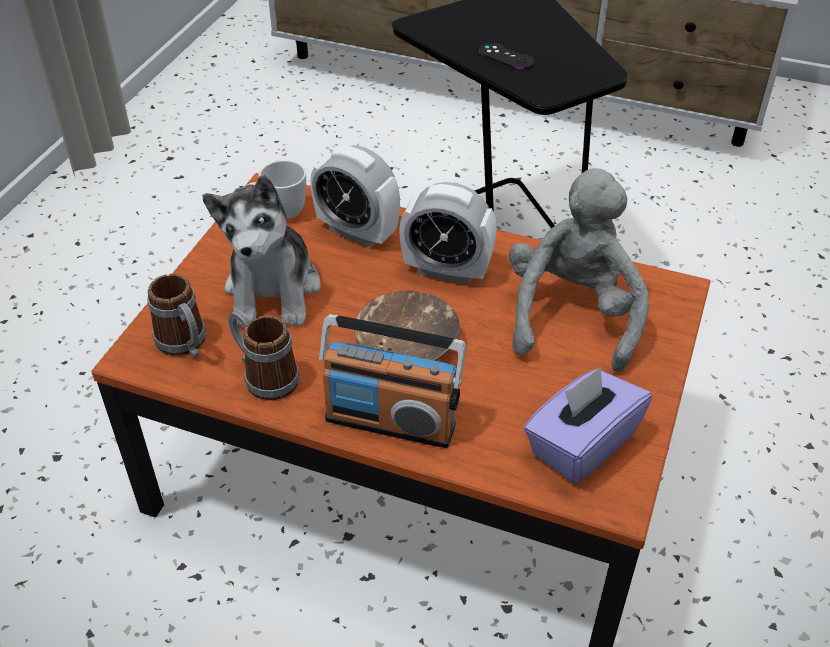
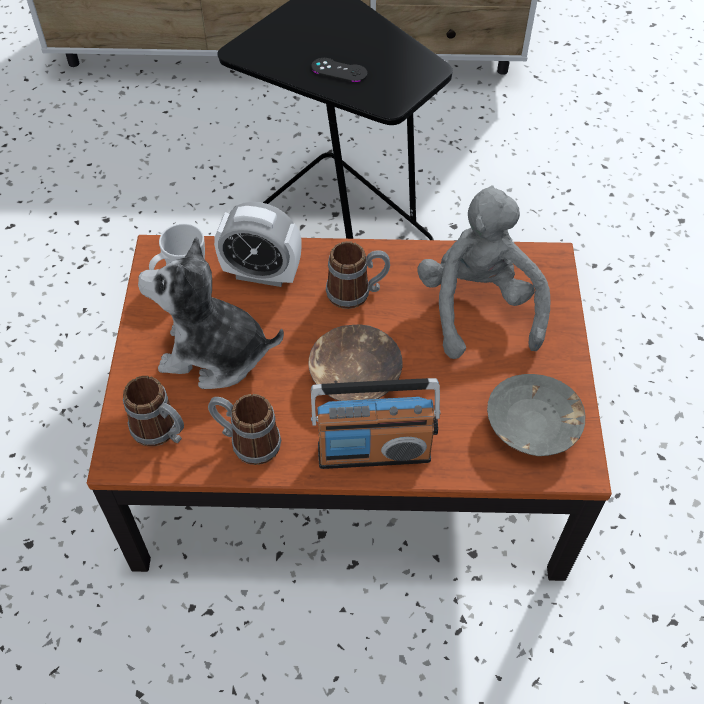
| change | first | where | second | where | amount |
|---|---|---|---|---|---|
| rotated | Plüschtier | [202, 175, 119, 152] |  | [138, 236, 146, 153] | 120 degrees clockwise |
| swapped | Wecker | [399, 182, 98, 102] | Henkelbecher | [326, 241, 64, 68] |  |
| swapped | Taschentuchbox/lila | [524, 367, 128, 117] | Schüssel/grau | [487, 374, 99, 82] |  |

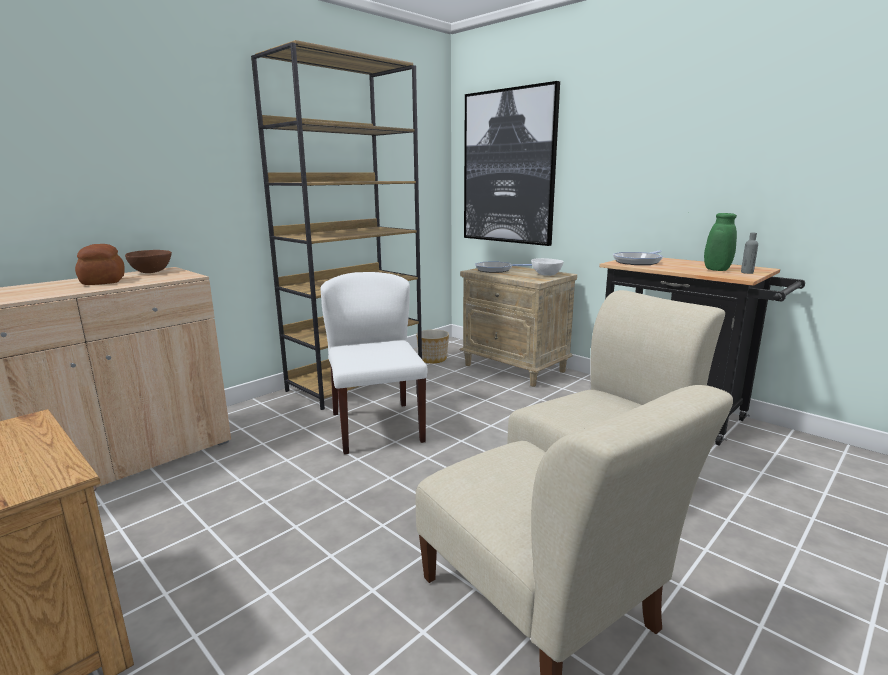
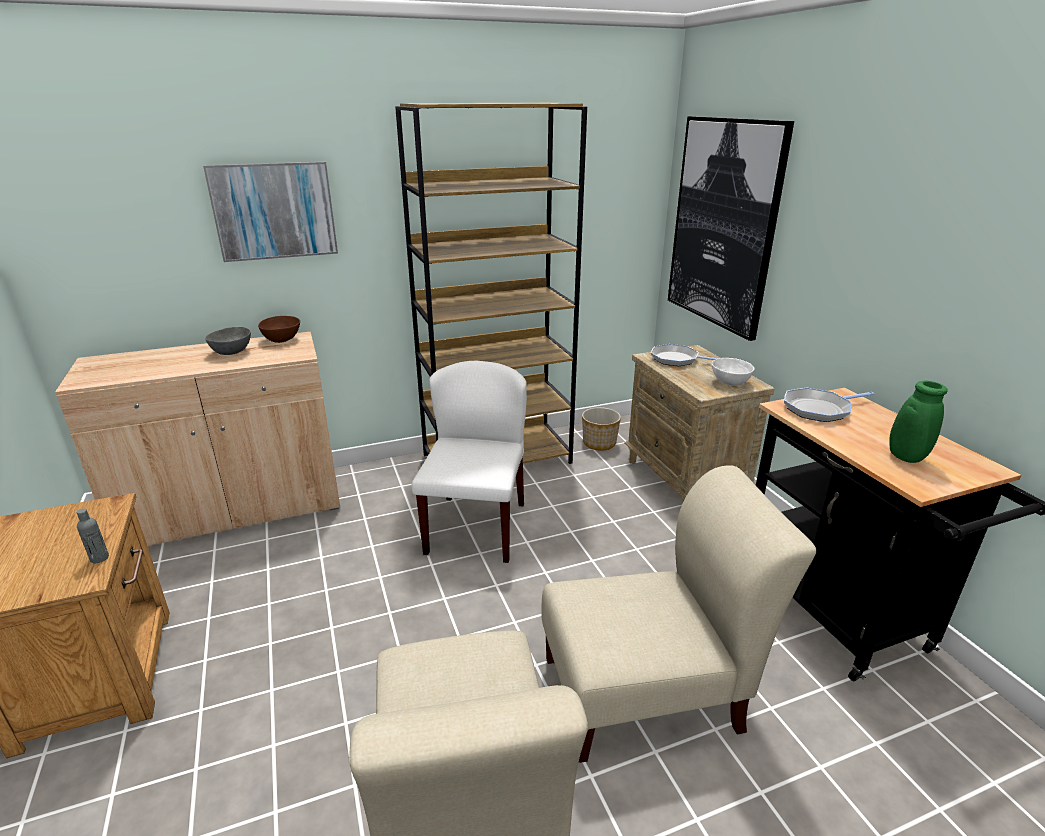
| change | first | where | second | where | amount |
|---|---|---|---|---|---|
| shifted | Flasche/grau | [741, 233, 17, 41] |  | [77, 508, 32, 55] |  |
| new |  |  | Bild | [203, 161, 135, 101] |  |
| swapped | Brot | [75, 244, 50, 41] | Schüssel/grau | [205, 327, 46, 28] |  |

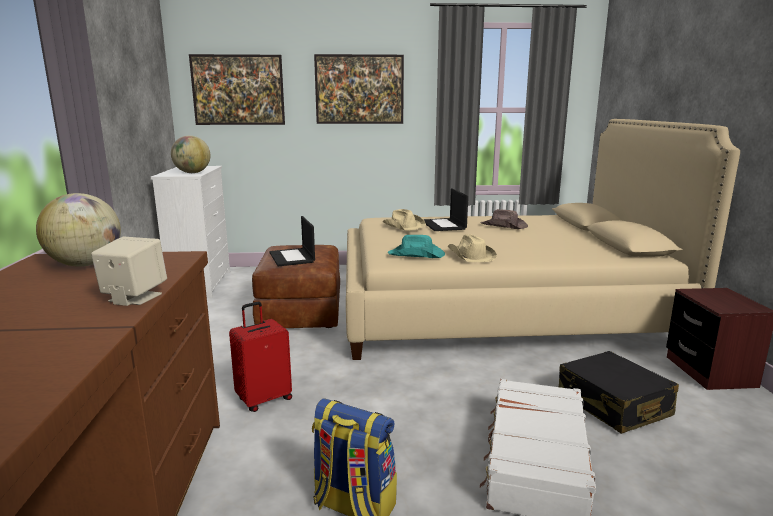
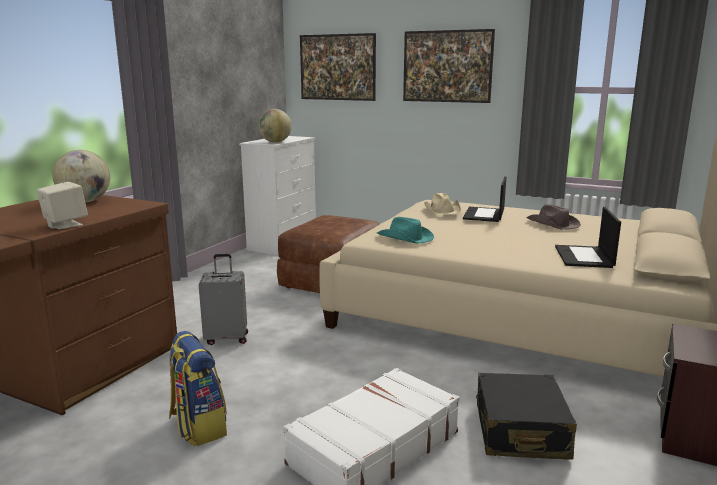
| change | first | where | second | where | amount |
|---|---|---|---|---|---|
| repainted | Koffer/rot | [229, 302, 63, 110] | Koffer/grau | [199, 254, 49, 91] |  |
| shifted | Laptop | [269, 216, 46, 50] |  | [555, 207, 66, 61] |  |
| gone | Hut/beige | [448, 234, 49, 28] |  |  |  |

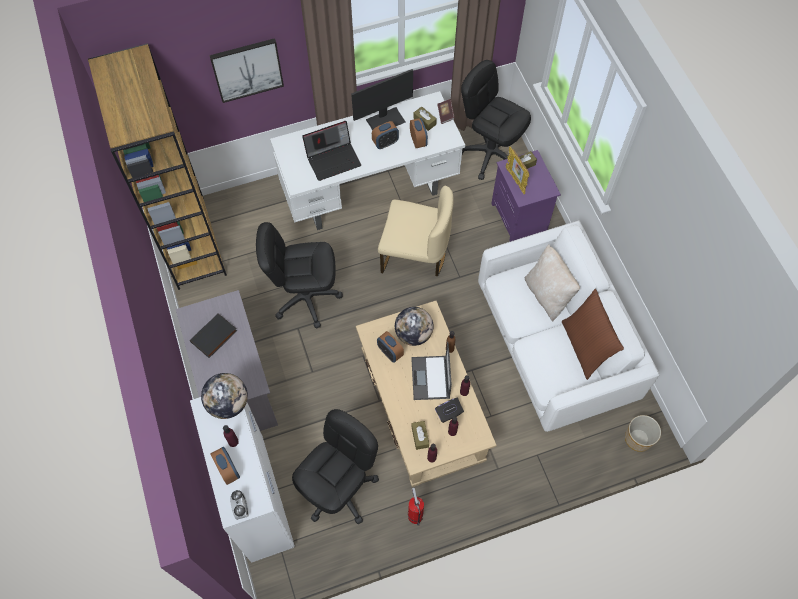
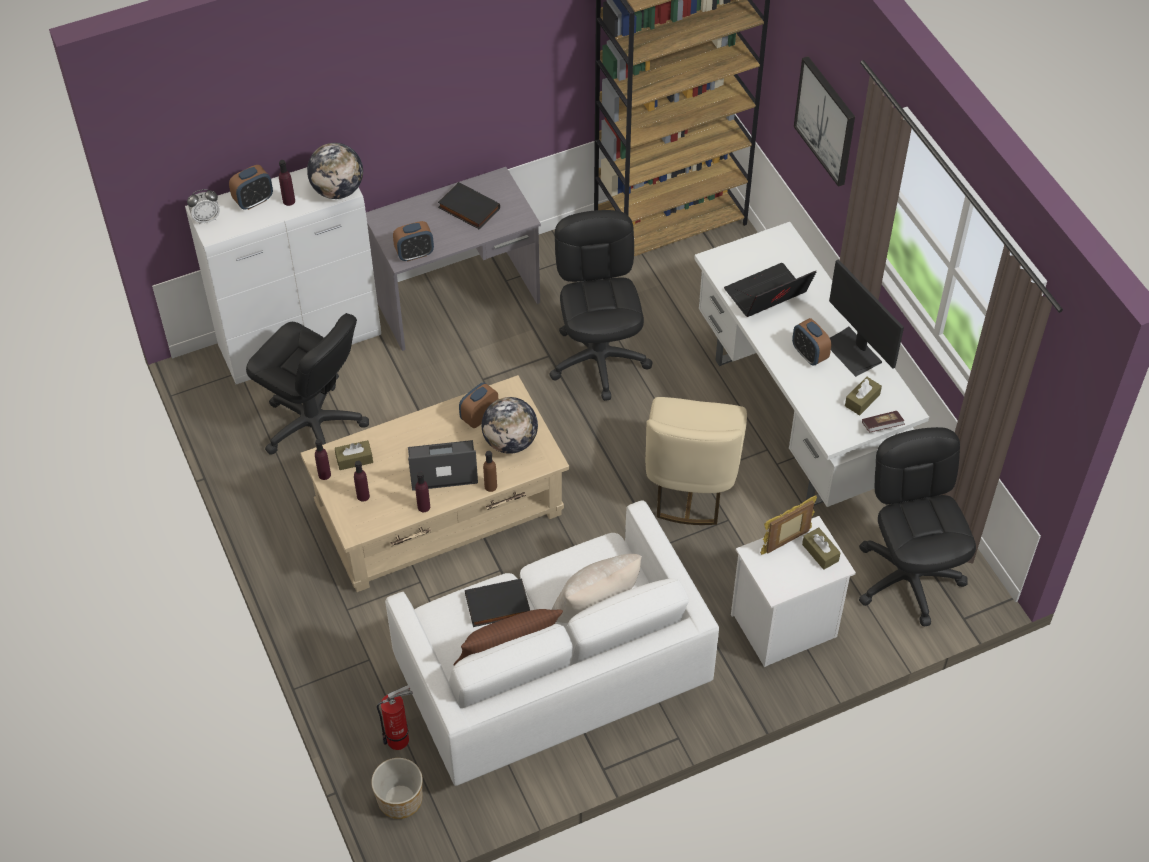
| change | first | where | second | where | amount |
|---|---|---|---|---|---|
| shifted | Feuerlöscher | [408, 488, 16, 38] |  | [377, 685, 36, 65] |  |
| shifted | Wecker | [410, 118, 18, 30] |  | [393, 221, 41, 41] |  |
| new |  |  | Buch/schwarz | [465, 578, 65, 49] |  |
| rotated | Laptop | [302, 121, 59, 60] |  | [724, 263, 92, 54] | 90 degrees clockwise |
| repainted | Nachttisch/lila | [491, 150, 70, 92] | Nachttisch/weiß | [731, 516, 125, 151] |  |
| rotated | Bürostuhl/schwarz | [461, 60, 70, 120] |  | [859, 427, 117, 200] | 45 degrees counterclockwise |
| gone | Taschentuchbox/schwarz | [435, 398, 29, 25] |  |  |  |

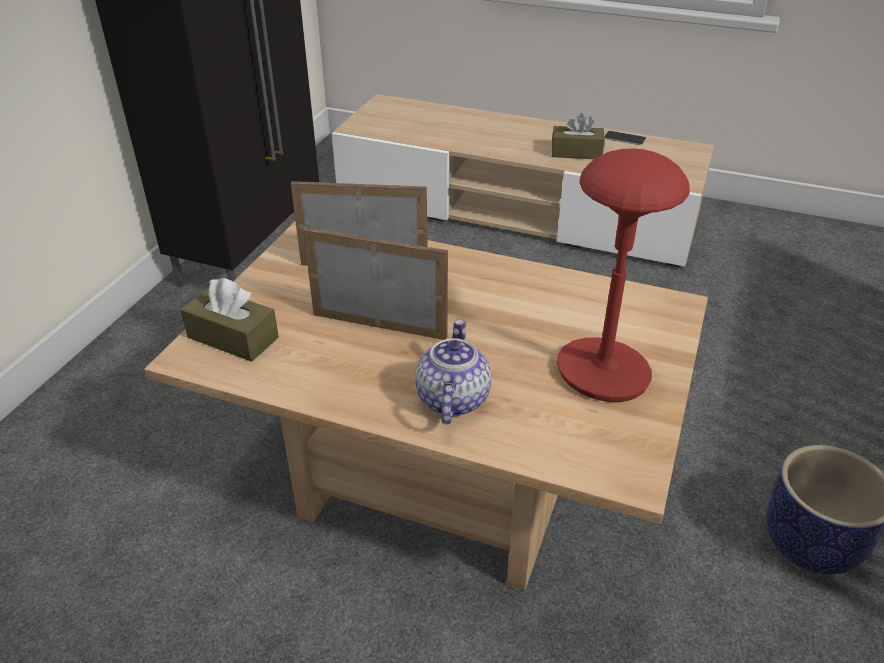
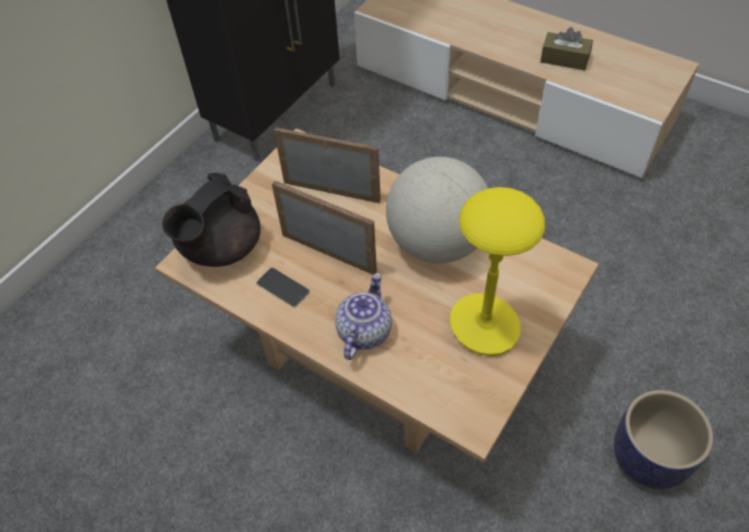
| change | first | where | second | where | amount |
|---|---|---|---|---|---|
| swapped | Taschentuchbox/braun | [181, 278, 98, 84] | Teekanne/schwarz | [162, 173, 99, 94] |  |
| shifted | Handy | [604, 131, 42, 14] |  | [256, 268, 54, 40] |  |
| new |  |  | Globus | [386, 157, 102, 107] |  |
| repainted | Tischlampe/rot | [557, 148, 132, 254] | Tischlampe/gelb | [450, 187, 95, 169] |  |

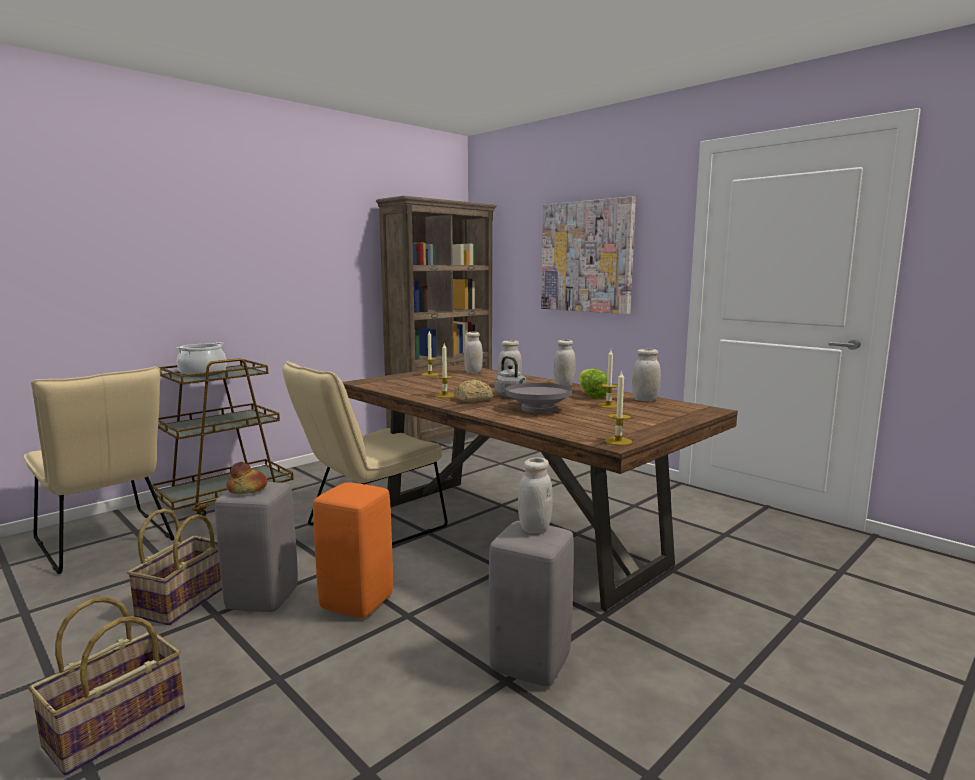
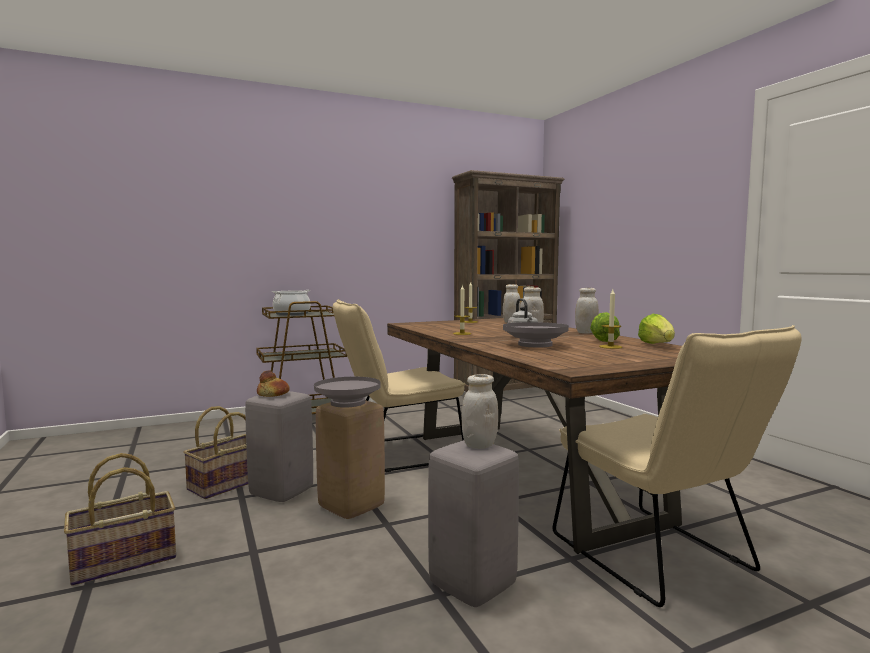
| change | first | where | second | where | amount |
|---|---|---|---|---|---|
| new |  |  | Schüssel/grau | [314, 377, 67, 31] |  |
| repainted | Hocker/orange | [313, 482, 80, 136] | Hocker/beige | [316, 400, 69, 119] |  |
| shifted | Stuhl/beige | [24, 366, 150, 208] |  | [553, 325, 249, 282] |  |
| swapped | Vorratsglas/weiß | [632, 349, 29, 52] | Salatkopf | [638, 314, 37, 30] |  |
| gone | Brot | [454, 380, 39, 22] |  |  |  |
| gone | Bild | [541, 196, 95, 118] |  |  |  |
| gone | Kerze | [605, 370, 27, 75] |  |  |  |

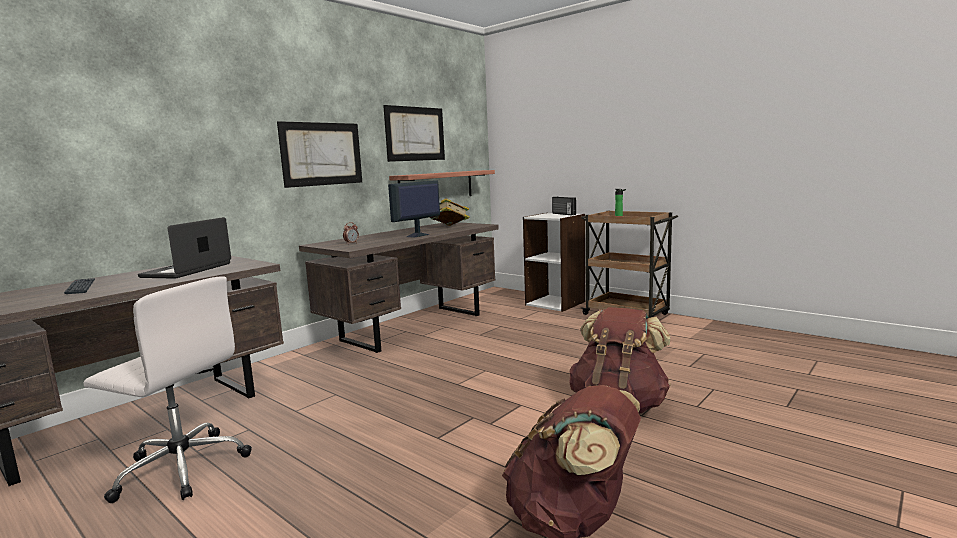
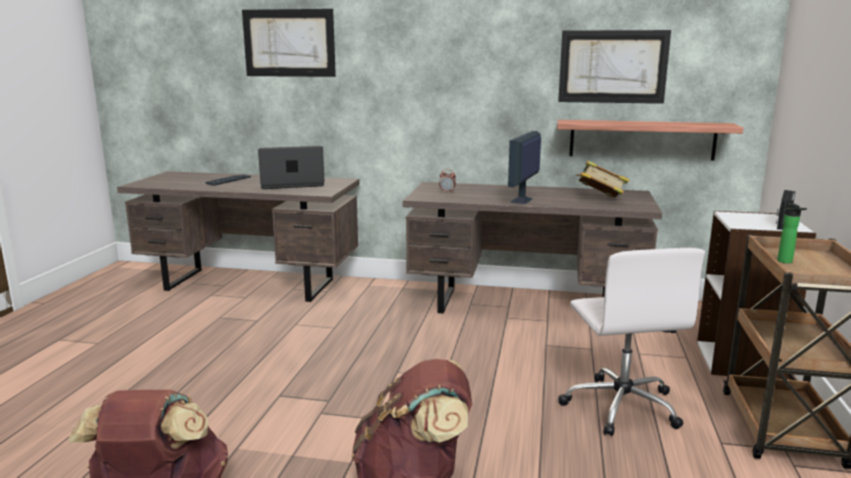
| change | first | where | second | where | amount |
|---|---|---|---|---|---|
| shifted | Bild | [277, 121, 85, 67] |  | [242, 9, 94, 68] |  |
| rotated | Monitor | [388, 180, 52, 58] |  | [508, 131, 33, 73] | 75 degrees counterclockwise |
| shifted | Bürostuhl/weiß | [83, 276, 169, 227] |  | [558, 248, 147, 188] |  |

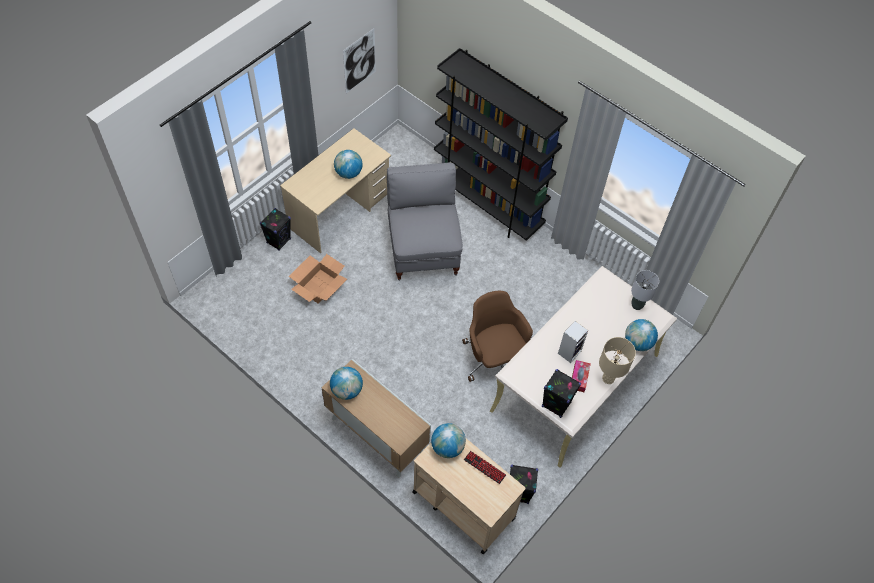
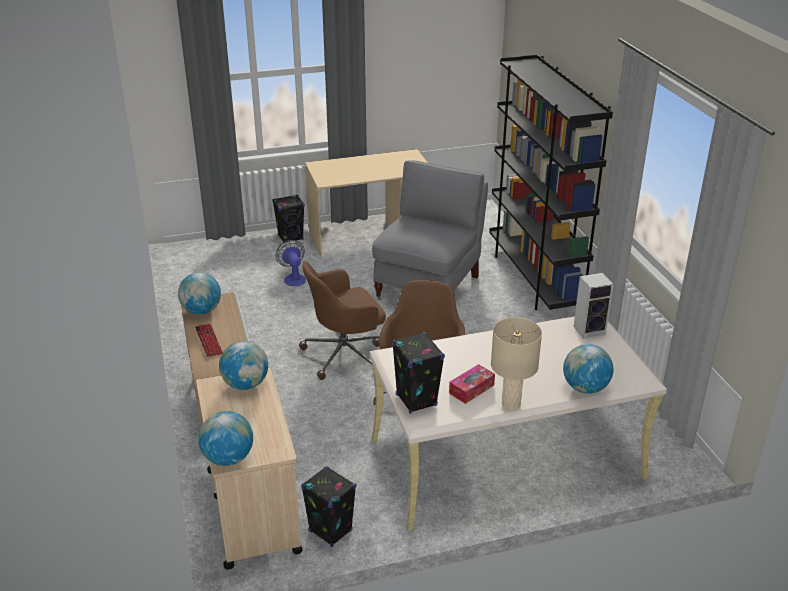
| change | first | where | second | where | amount |
|---|---|---|---|---|---|
| shifted | Tastatur | [464, 451, 42, 33] |  | [195, 324, 28, 33] |  |
| shifted | Globus | [334, 150, 29, 29] |  | [198, 411, 55, 55] |  |
| swapped | Karton | [289, 254, 58, 50] | Ventilator | [276, 240, 30, 46] |  |
| new |  |  | Bürostuhl/braun | [299, 261, 87, 119] |  |
| shifted | Lautsprecher | [558, 321, 30, 42] |  | [573, 273, 40, 66] |  |
| gone | Bild | [343, 28, 33, 65] |  |  |  |
| gone | Tischlampe/grau | [631, 270, 28, 40] |  |  |  |

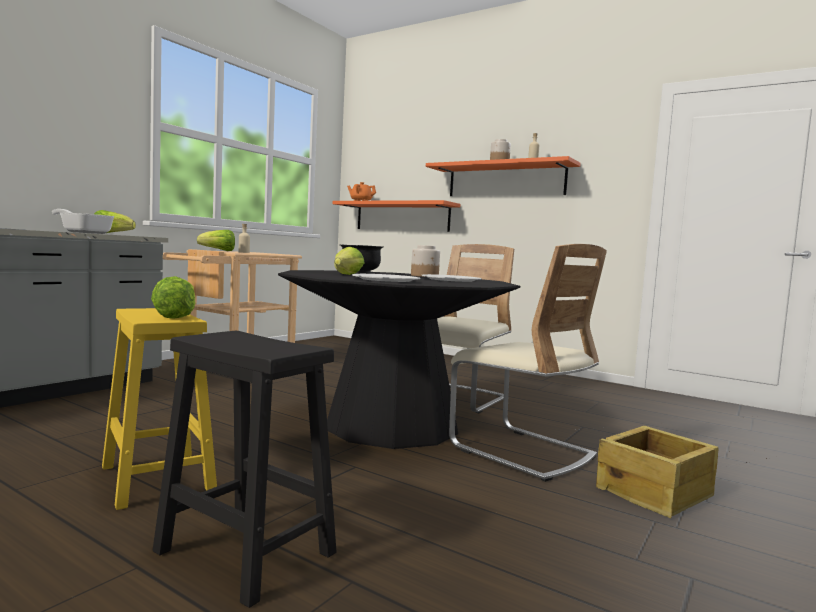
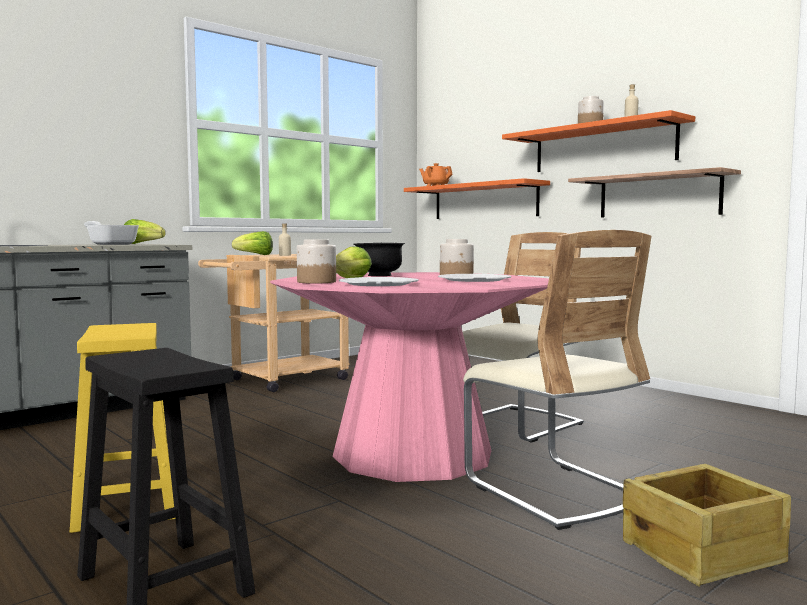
| change | first | where | second | where | amount |
|---|---|---|---|---|---|
| repainted | Esstisch/schwarz | [278, 270, 242, 179] | Esstisch/rosa | [270, 272, 279, 210] |  |
| new |  |  | Vorratsglas | [297, 239, 39, 45] |  |
| new |  |  | Wandregal | [568, 167, 173, 51] |  |
| gone | Salatkopf | [151, 276, 44, 43] |  |  |  |

